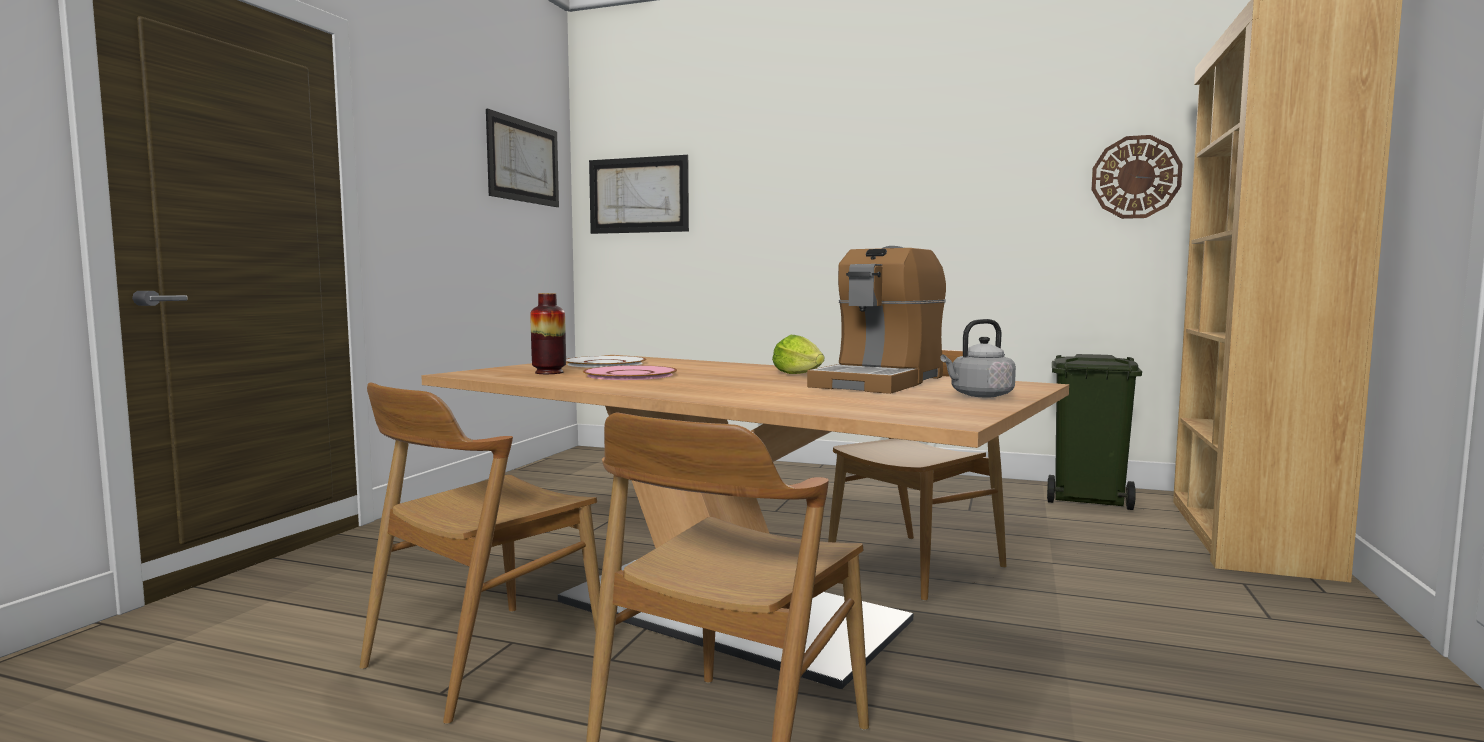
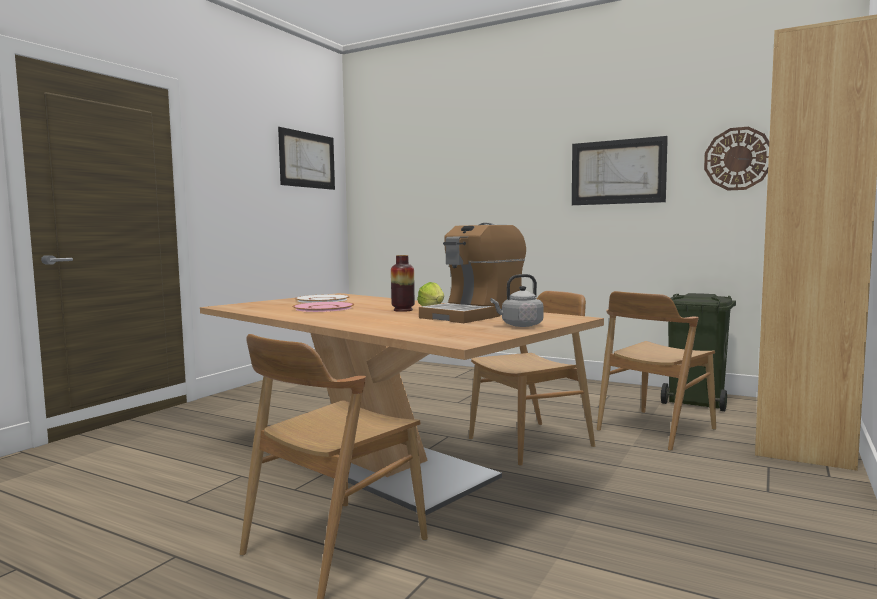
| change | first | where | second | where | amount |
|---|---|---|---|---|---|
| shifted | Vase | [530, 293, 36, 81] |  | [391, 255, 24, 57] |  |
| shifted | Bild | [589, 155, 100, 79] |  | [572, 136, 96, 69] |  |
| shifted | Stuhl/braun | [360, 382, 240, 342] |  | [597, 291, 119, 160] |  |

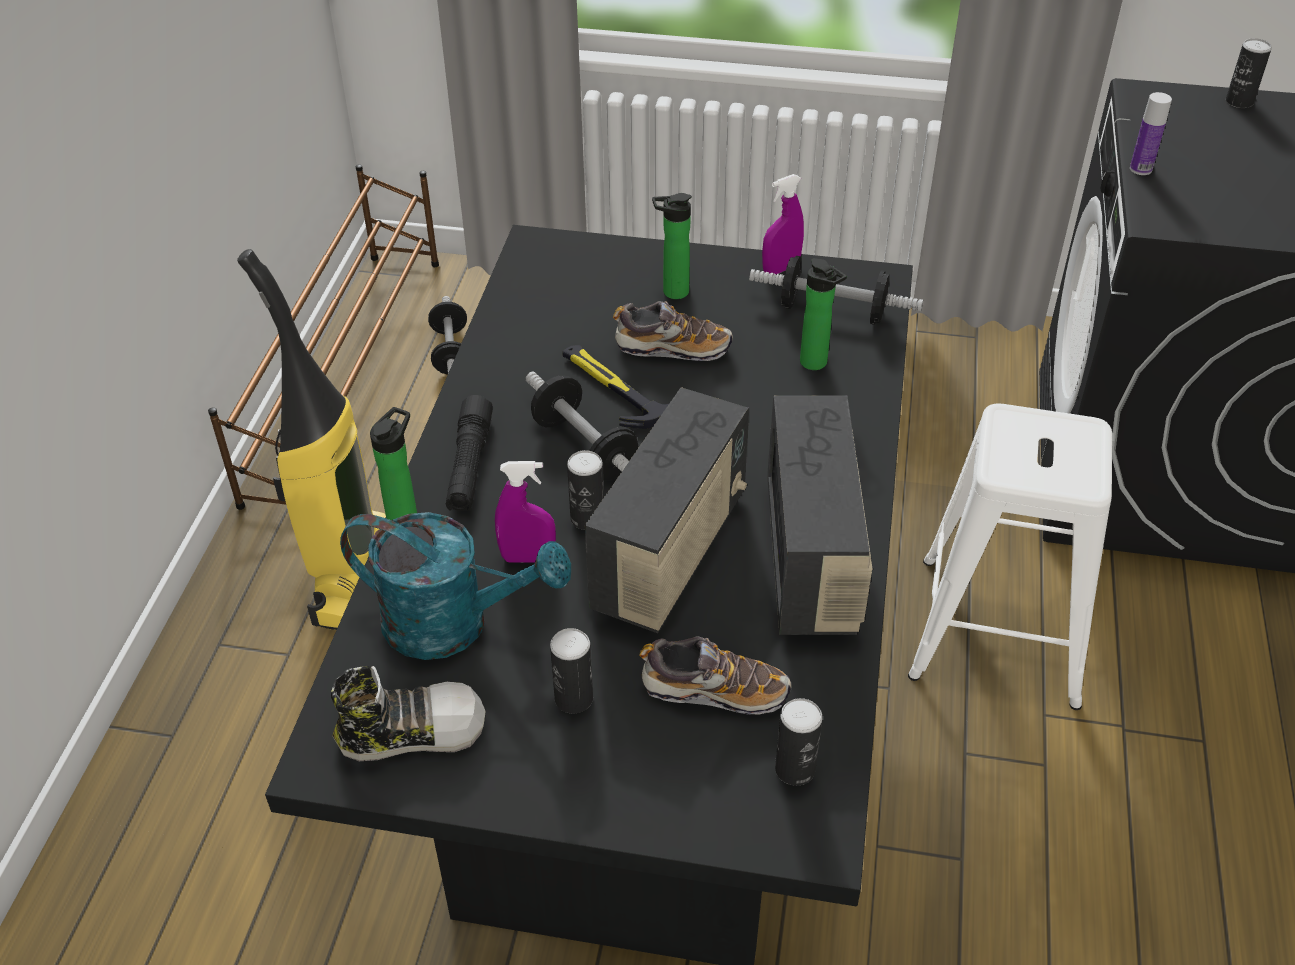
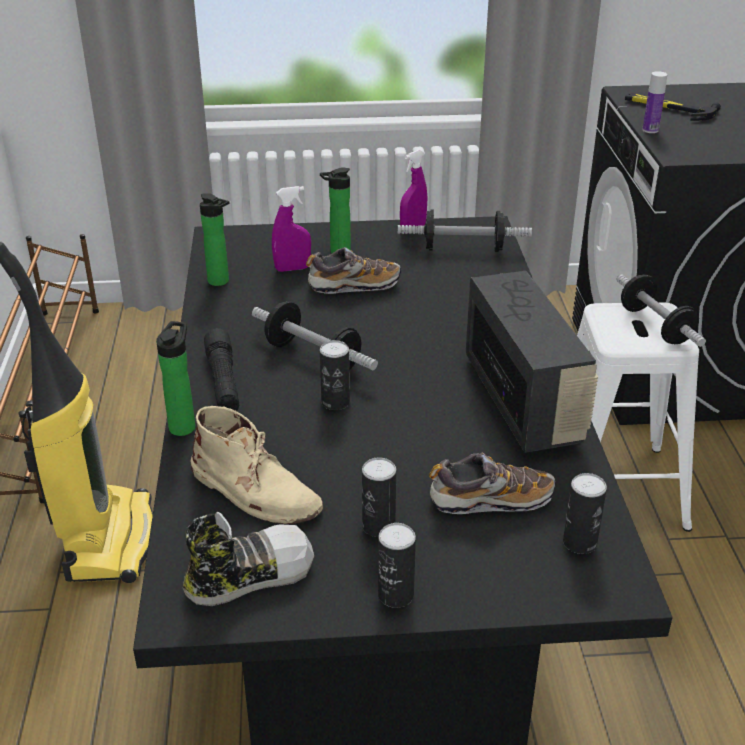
| change | first | where | second | where | amount |
|---|---|---|---|---|---|
| swapped | Gießkanne/türkis | [340, 512, 231, 148] | Stiefel/beige | [190, 406, 133, 118] |  |
| shifted | Flasche | [800, 258, 47, 112] |  | [200, 193, 30, 93] |  |
| shifted | Sprühflasche/lila | [495, 461, 61, 102] |  | [272, 186, 39, 86] |  |
| shifted | Dose | [1226, 38, 46, 70] |  | [378, 523, 38, 85] |  |
| shifted | Hantel | [428, 296, 39, 79] |  | [617, 275, 89, 72] |  |
| shifted | Hammer | [562, 345, 107, 84] |  | [625, 93, 96, 28] |  |
| gone | Radio | [585, 387, 164, 246] |  |  |  |

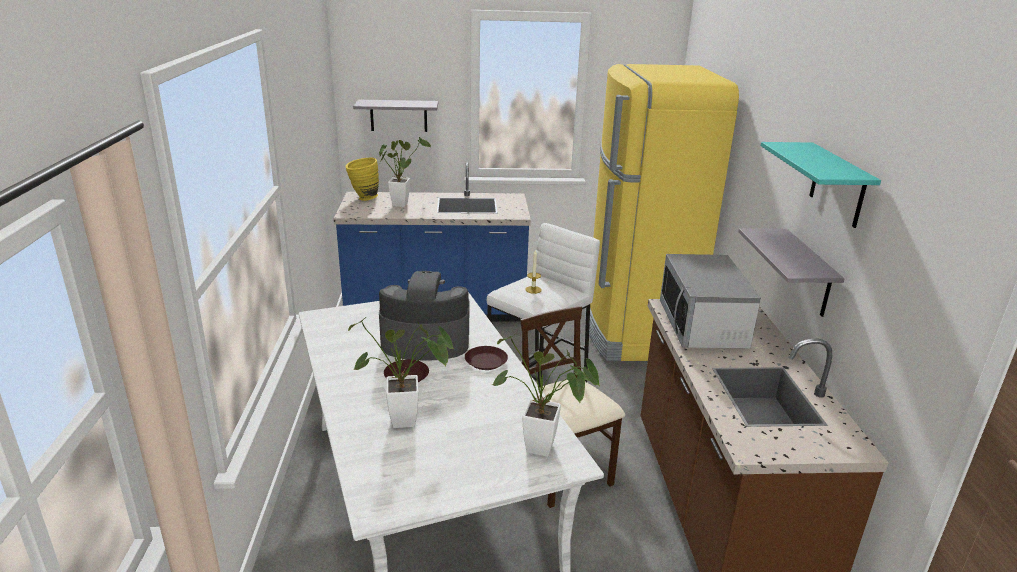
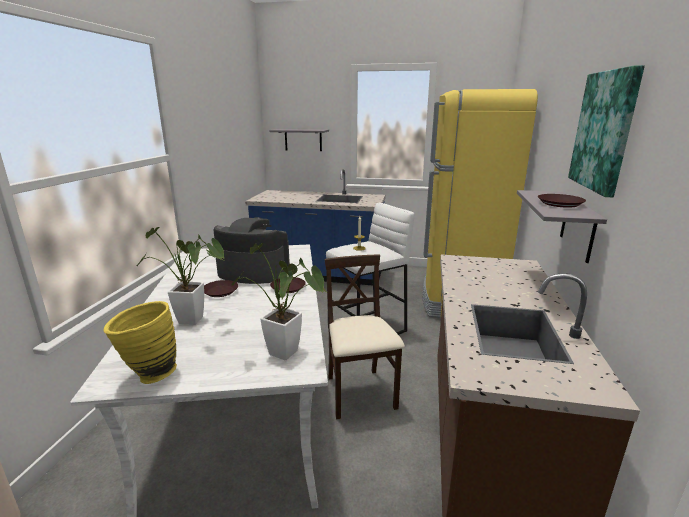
| change | first | where | second | where | amount |
|---|---|---|---|---|---|
| shifted | Vase/gelb | [346, 158, 33, 43] |  | [103, 301, 74, 83] |  |
| new |  |  | Teller/braun | [538, 194, 48, 14] |  |
| swapped | Wandregal/türkis | [761, 142, 120, 86] | Bild | [568, 65, 77, 132] |  |
| gone | Topfpflanze | [379, 137, 52, 70] |  |  |  |
| gone | Mikrowelle | [660, 254, 101, 95] |  |  |  |

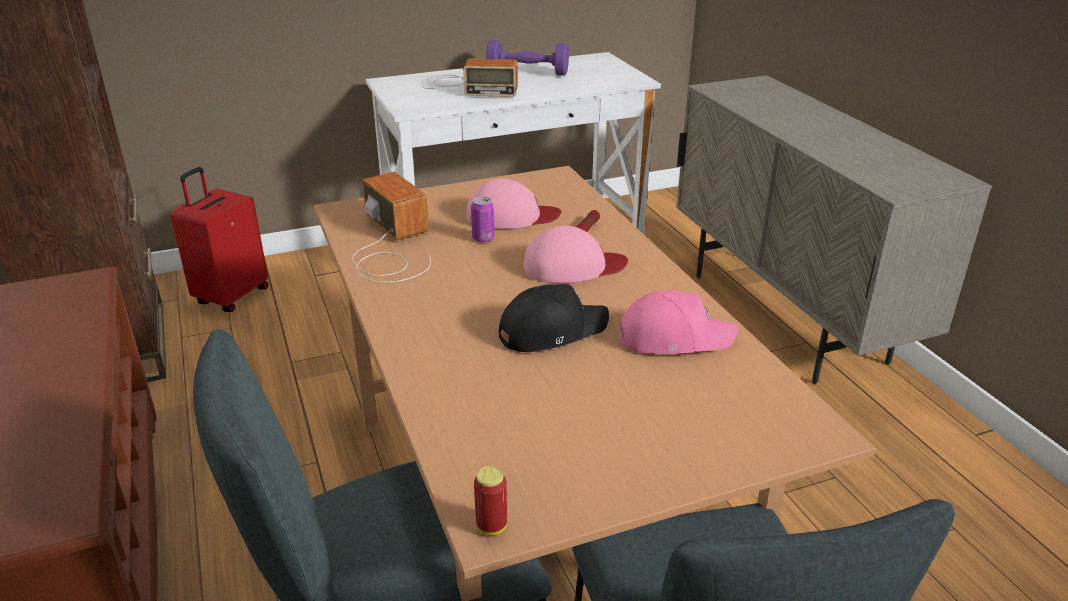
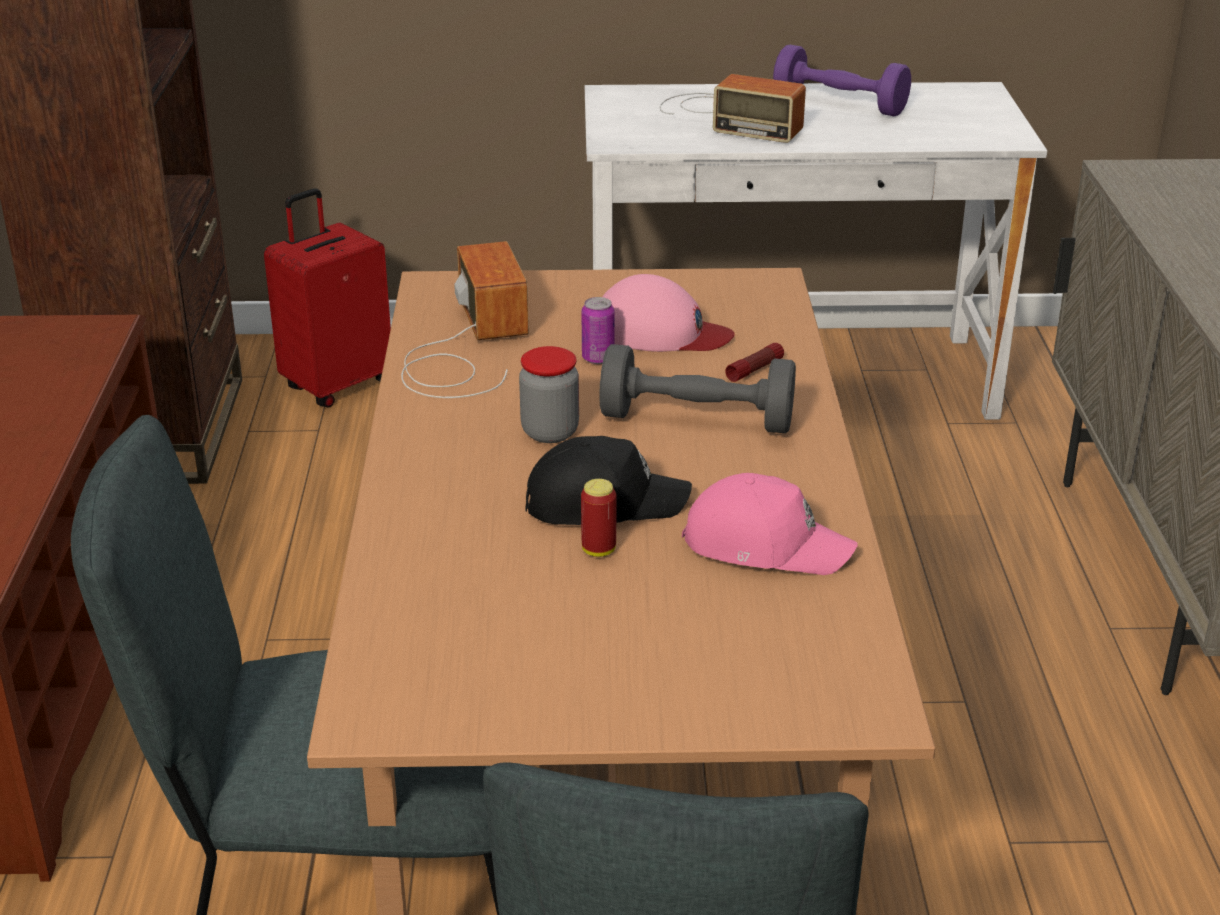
| change | first | where | second | where | amount |
|---|---|---|---|---|---|
| new |  |  | Vorratsglas | [519, 346, 60, 97] |  |
| shifted | Dose | [474, 466, 33, 69] |  | [581, 479, 35, 78] |  |
| swapped | Kappe/rosa | [523, 226, 105, 57] | Hantel/grau | [599, 344, 197, 89] |  |

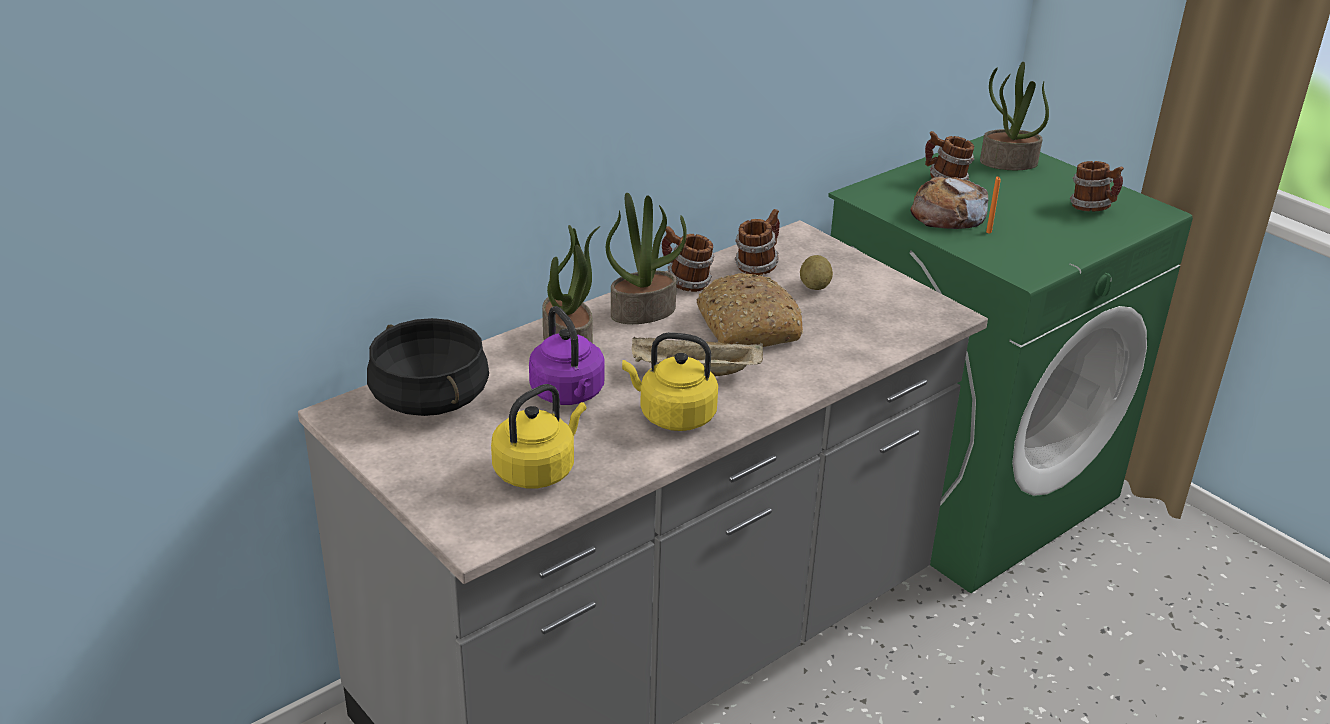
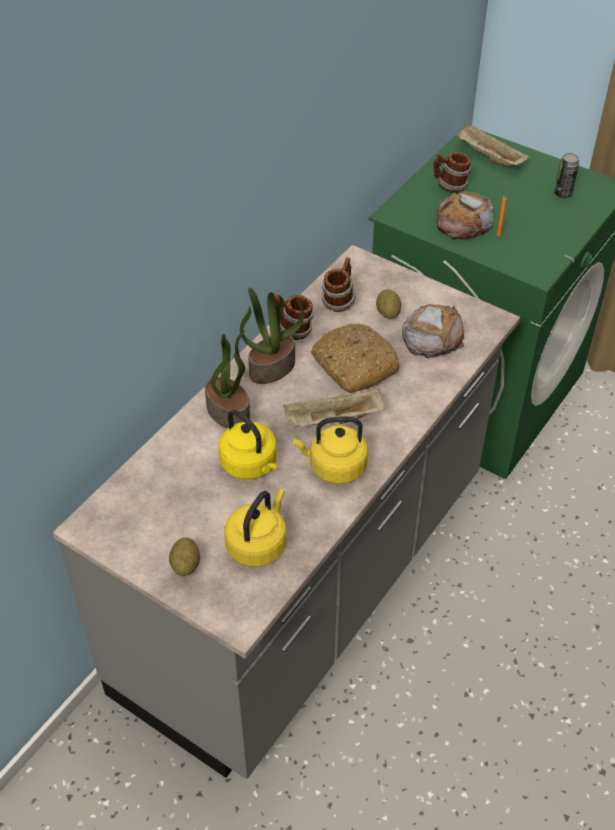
| change | first | where | second | where | amount |
|---|---|---|---|---|---|
| new |  |  | Kartoffel | [169, 537, 31, 40] |  |
| repainted | Wasserkessel/lila | [529, 306, 75, 99] | Wasserkessel/gelb | [218, 409, 59, 70] |  |
| new |  |  | Brot | [402, 304, 62, 55] |  |
| swapped | Topfpflanze | [980, 62, 69, 108] | Tablett/beige | [456, 124, 73, 42] |  |
| swapped | Henkelbecher | [1070, 161, 54, 51] | Dose | [554, 153, 25, 45] |  |
| gone | Kochtopf/schwarz | [367, 318, 122, 98] |  |  |  |

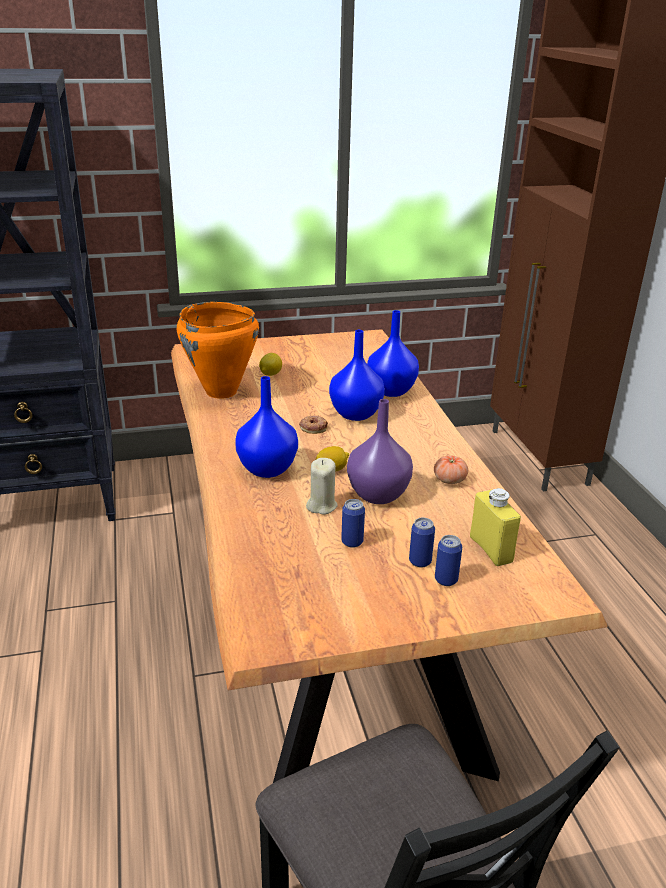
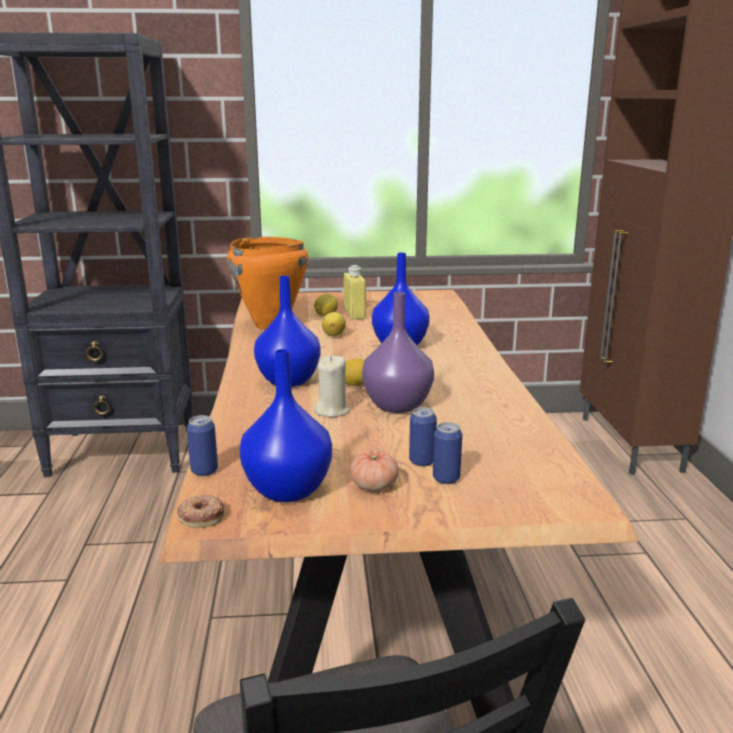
| change | first | where | second | where | amount |
|---|---|---|---|---|---|
| shifted | Donut | [299, 415, 29, 19] |  | [177, 495, 48, 33] |  |
| shifted | Dose | [341, 499, 24, 49] |  | [187, 415, 31, 61] |  |
| shifted | Vase/blau | [367, 310, 52, 87] |  | [239, 349, 93, 153] |  |
| new |  |  | Zitrone | [322, 312, 24, 24] |  |
| shifted | Flasche/gelb | [470, 488, 51, 78] |  | [344, 265, 22, 55] |  |
| shifted | Tomate | [434, 456, 34, 28] |  | [350, 451, 49, 40] |  |

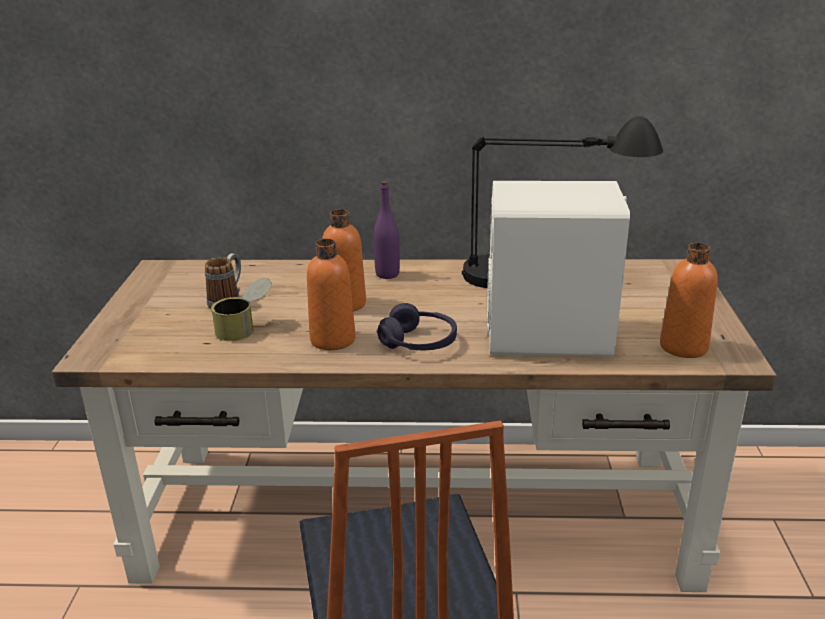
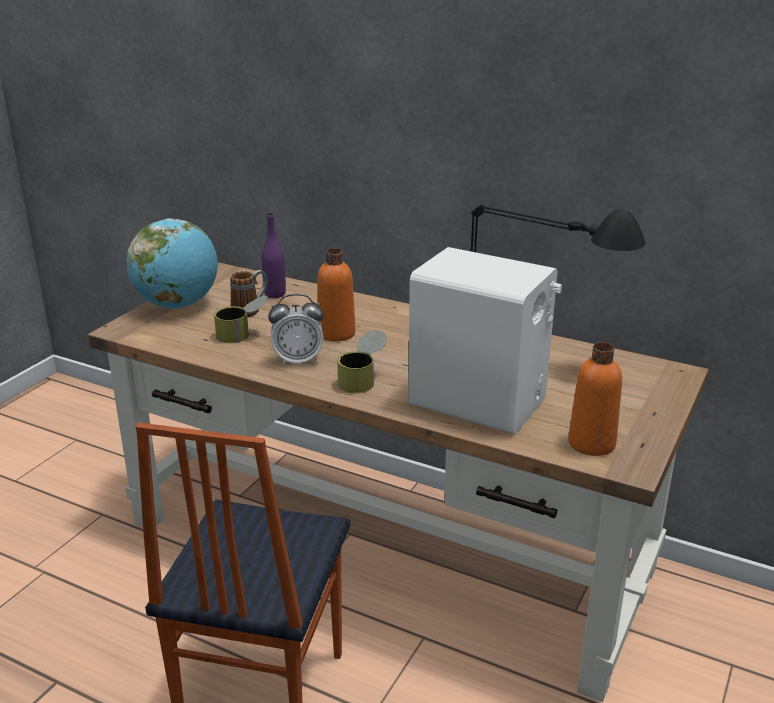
| change | first | where | second | where | amount |
|---|---|---|---|---|---|
| new |  |  | Globus | [127, 218, 91, 91] |  |
| shifted | Flasche/lila | [373, 181, 27, 98] |  | [262, 212, 24, 86] |  |
| swapped | Flasche/orange | [307, 239, 49, 111] | Wecker | [268, 294, 56, 72] |  |
| swapped | Kopfhörer/lila | [377, 303, 80, 47] | Dose | [337, 330, 50, 63] |  |

